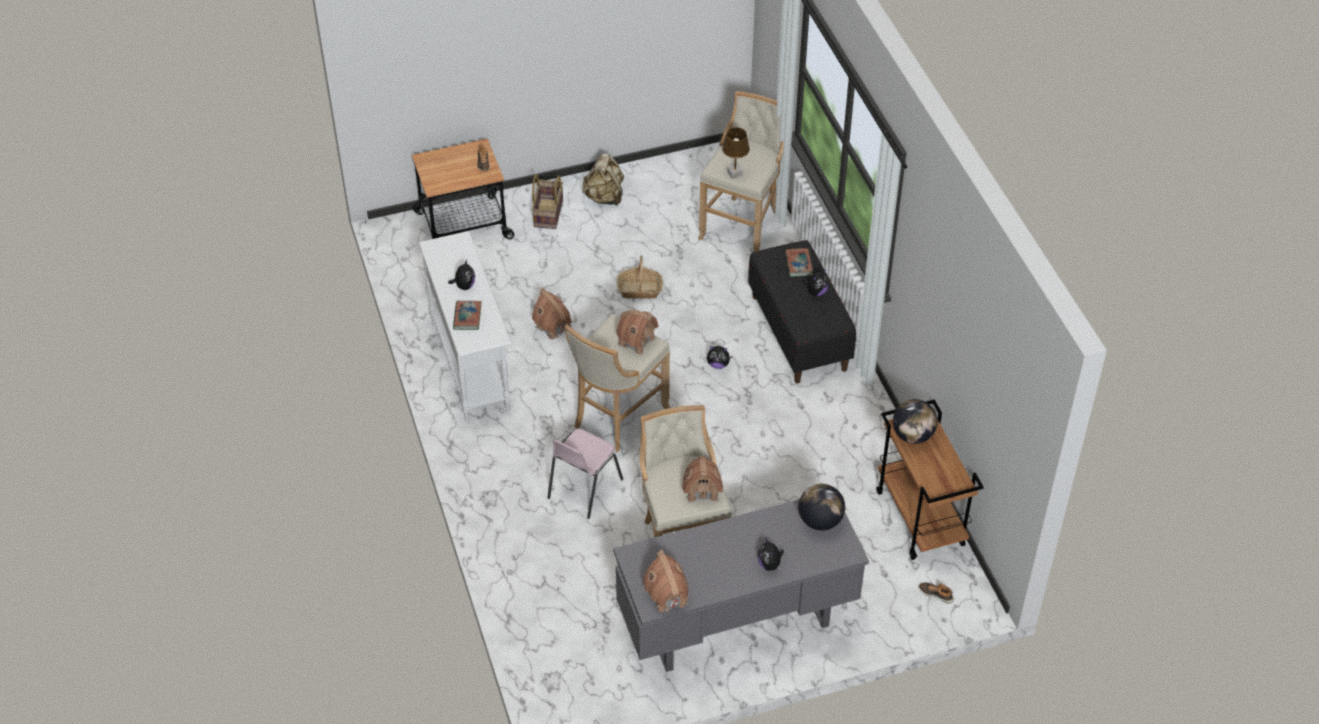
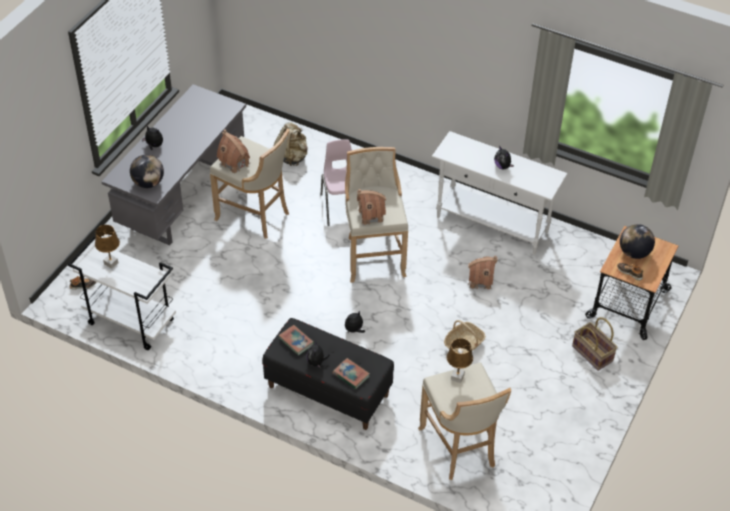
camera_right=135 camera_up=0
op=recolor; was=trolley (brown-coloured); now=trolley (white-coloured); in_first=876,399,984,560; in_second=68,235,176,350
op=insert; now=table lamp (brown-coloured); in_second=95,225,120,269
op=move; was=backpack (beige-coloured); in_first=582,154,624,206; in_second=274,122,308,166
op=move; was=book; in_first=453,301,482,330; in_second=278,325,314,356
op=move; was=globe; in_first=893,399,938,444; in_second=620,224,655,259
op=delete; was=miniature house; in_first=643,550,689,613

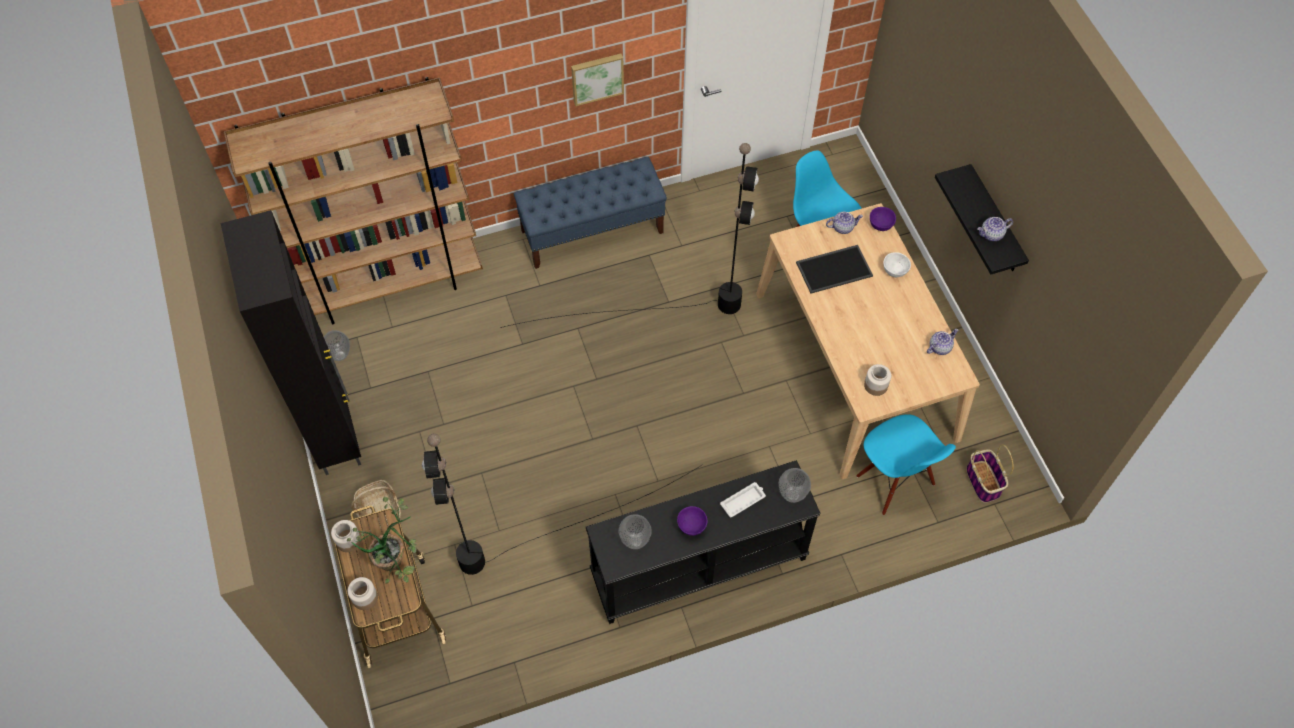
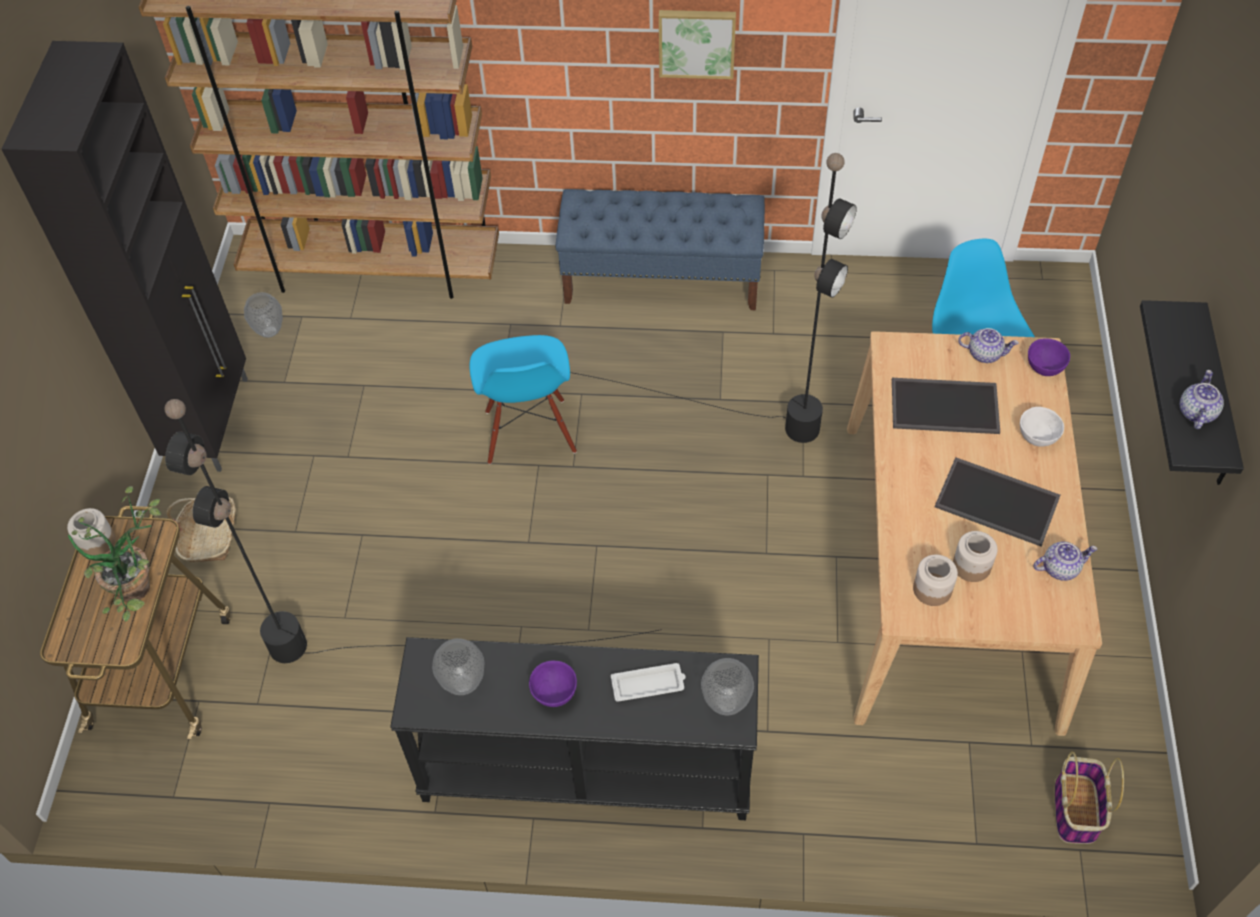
camera_right=25 camera_up=-5
op=move; was=chair (blue); in_first=856,414,956,515; in_second=469,335,577,464
op=insert; now=tray; in_second=935,457,1060,547
op=move; was=jar; in_first=348,577,378,610; in_second=953,531,998,582
op=rotate; was=teapot; in_first=977,217,1013,241; in_second=1180,370,1224,429; clockwise=105

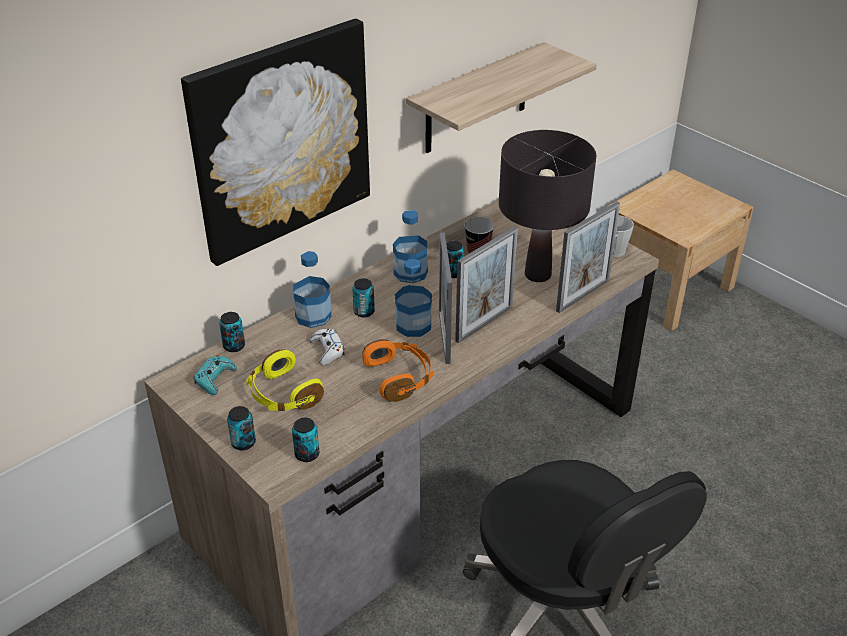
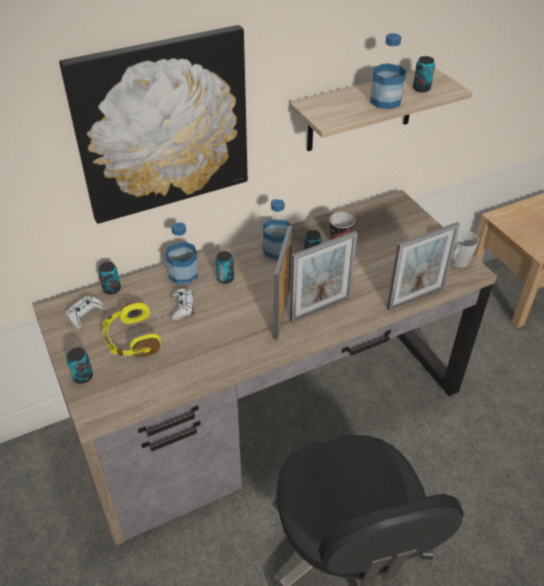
camera_right=15 camera_up=5
op=recolor; was=gamepad (turquoise); now=gamepad (white-coloured); in_first=194,355,237,395; in_second=66,296,105,329
op=move; was=bottle; in_first=395,259,432,337; in_second=370,33,406,109
op=move; was=metal can; in_first=292,418,319,462; in_second=413,56,435,92
op=delete; was=headset (orangey); in_first=362,339,433,402
op=delete; was=table lamp (blackish); in_first=499,130,596,282

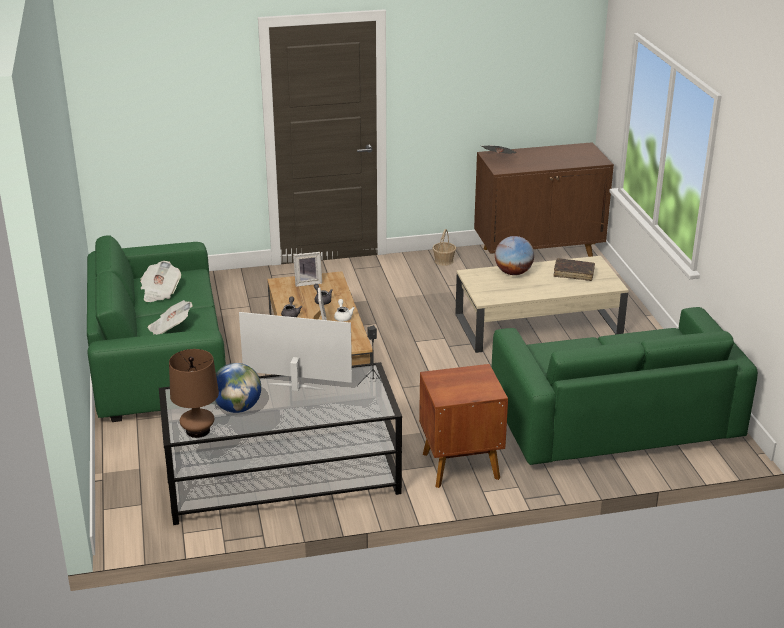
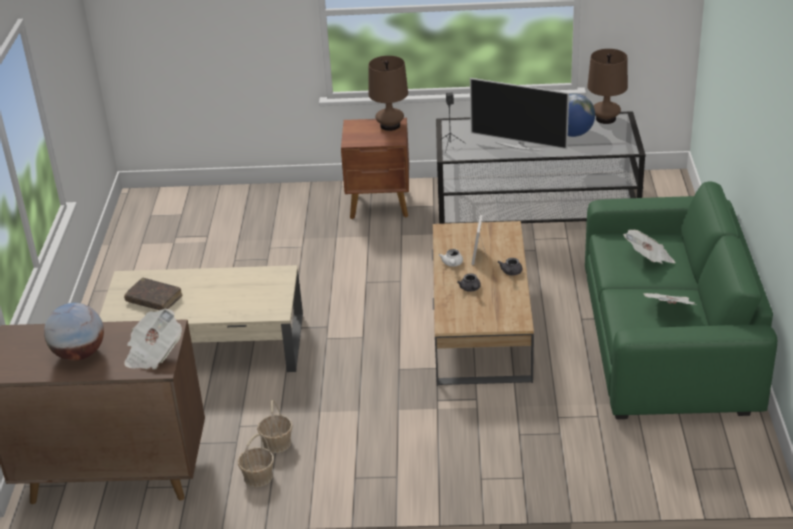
camera_right=-165 camera_up=5
op=move; was=globe; in_first=495,236,534,275; in_second=44,303,104,361
op=insert; now=storage basket; in_second=257,400,293,453
op=insert; now=table lamp (brown-coloured); in_second=369,56,408,131
op=delete; was=picture frame; in_first=293,252,322,287
op=delete; was=sofa (greenish); in_first=491,307,758,465

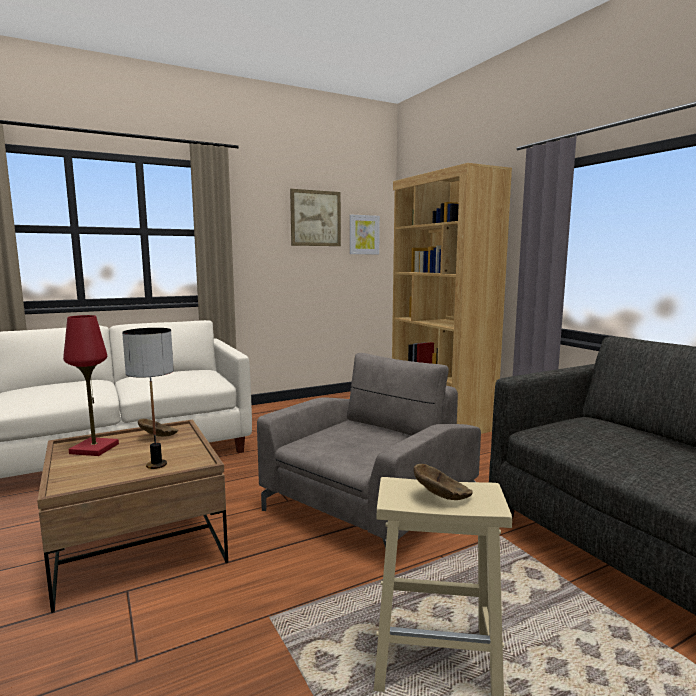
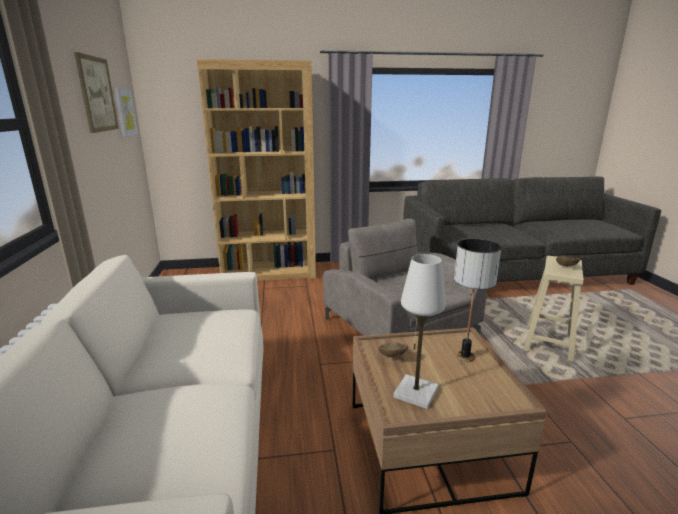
camera_right=-70 camera_up=10
op=recolor; was=table lamp (red); now=table lamp (white-coloured); in_first=63,315,119,456; in_second=394,254,446,409

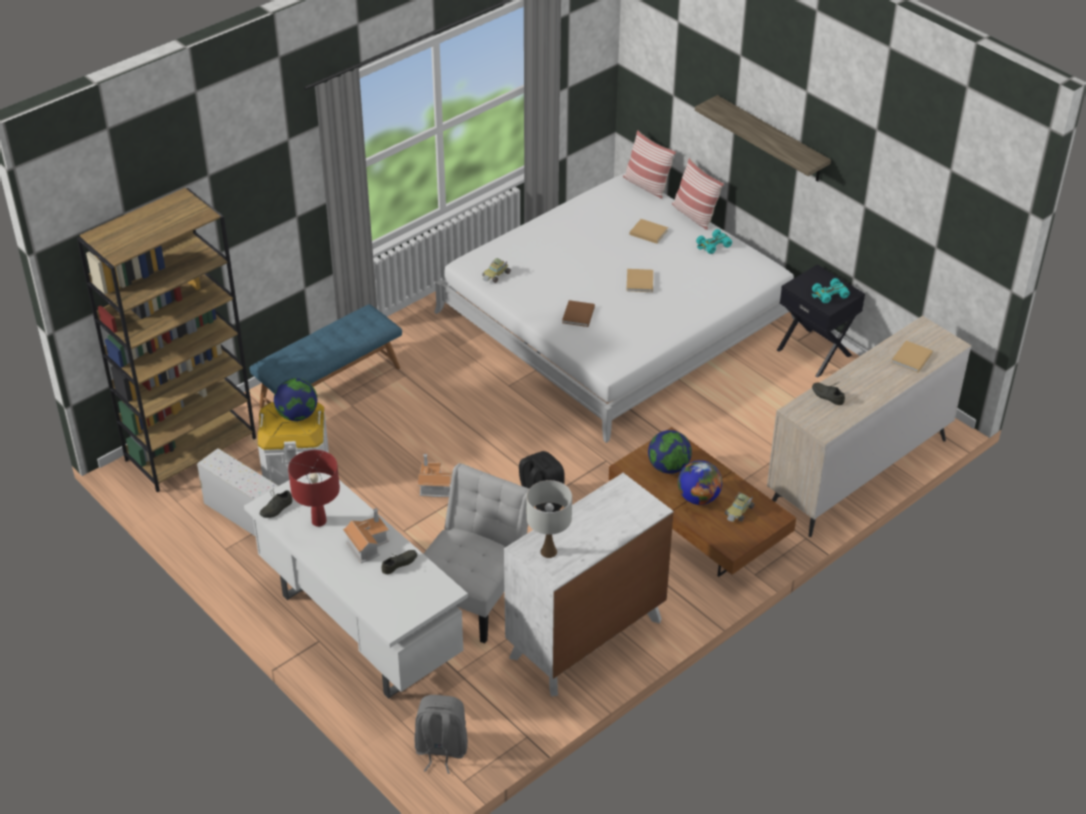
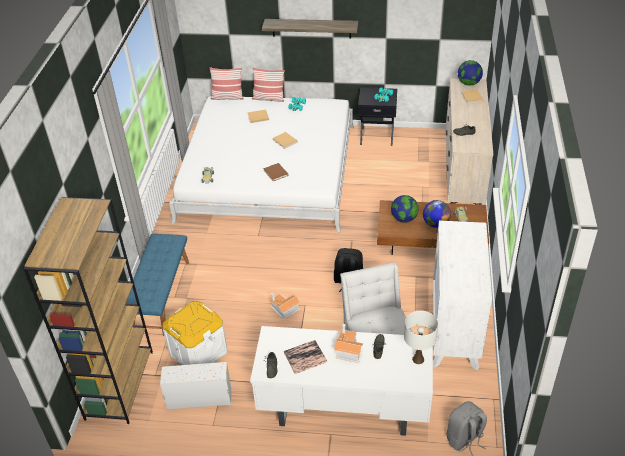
camera_right=-40 camera_up=0
op=replace; was=table lamp (red); now=book; in_first=288,450,340,527; in_second=284,340,327,374
op=move; was=table lamp (white-coloured); in_first=527,480,572,558; in_second=404,310,438,364
op=move; was=globe; in_first=274,378,317,421; in_second=458,60,483,86

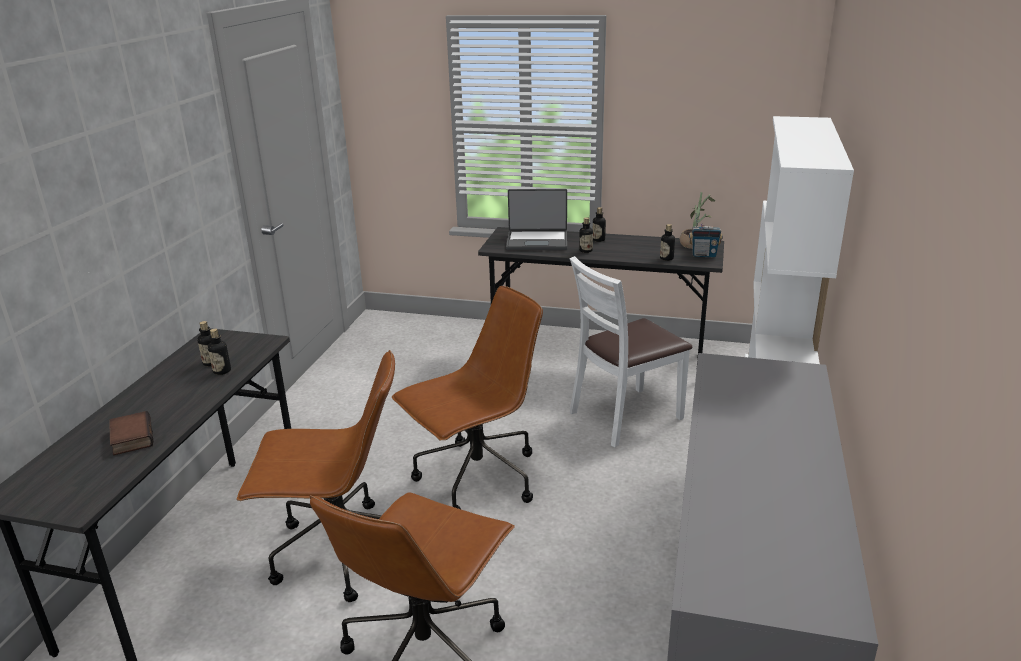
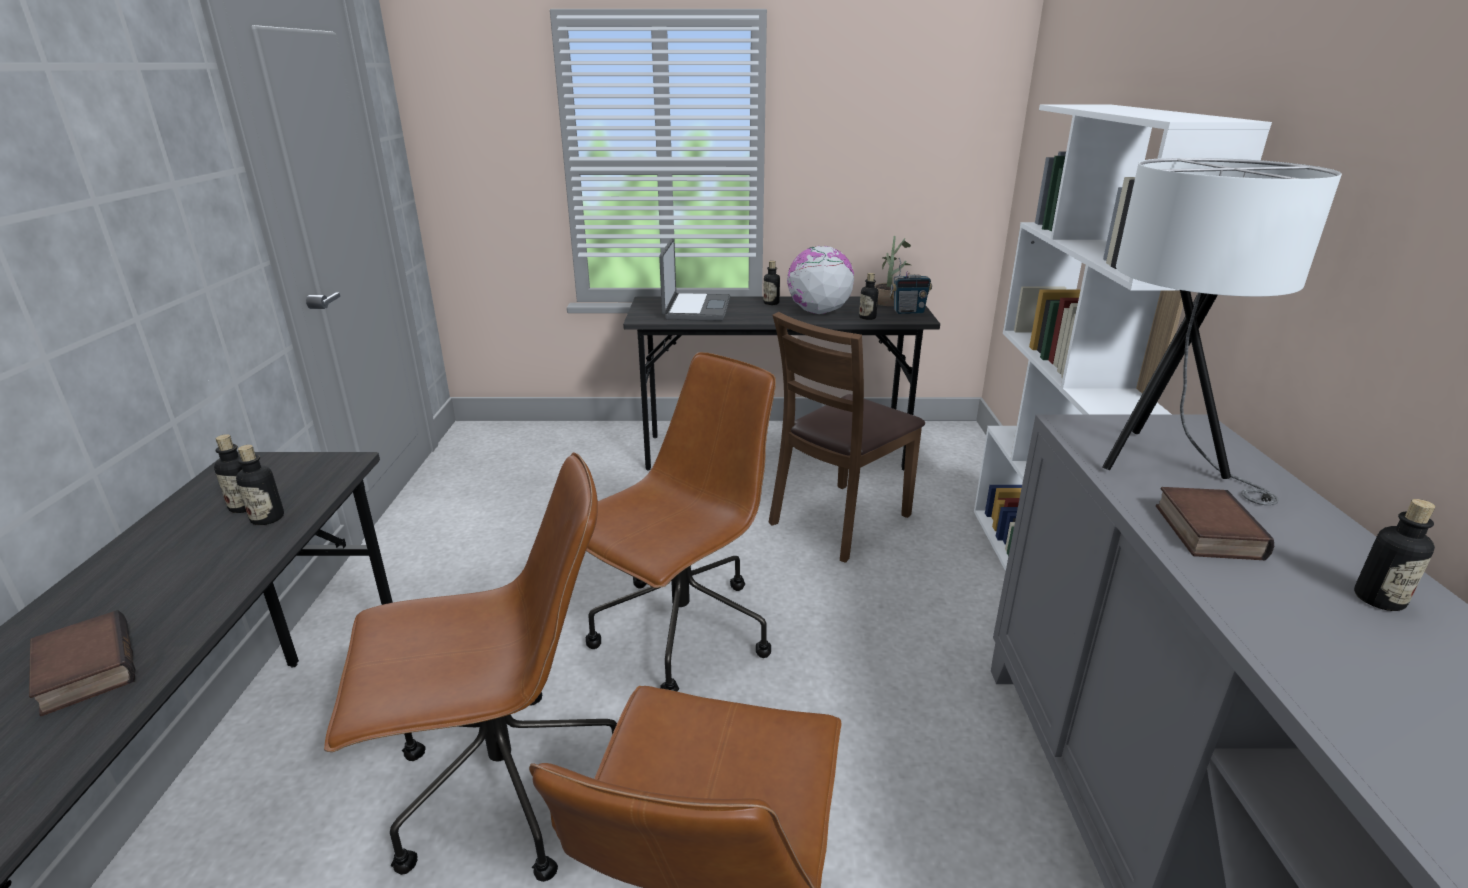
camera_right=-15 camera_up=0
op=rotate; was=laptop; in_first=506,189,567,250; in_second=659,238,730,321; clockwise=-75
op=recolor; was=chair (white-coloured); now=chair (brown-coloured); in_first=570,256,692,447; in_second=769,312,925,563
op=insert; now=globe; in_second=787,246,854,314
op=insert; now=table lamp (white-coloured); in_second=1102,158,1342,505
op=insert; now=book; in_second=1156,487,1274,560
op=move; was=bottle; in_first=579,217,593,253; in_second=1354,499,1435,611

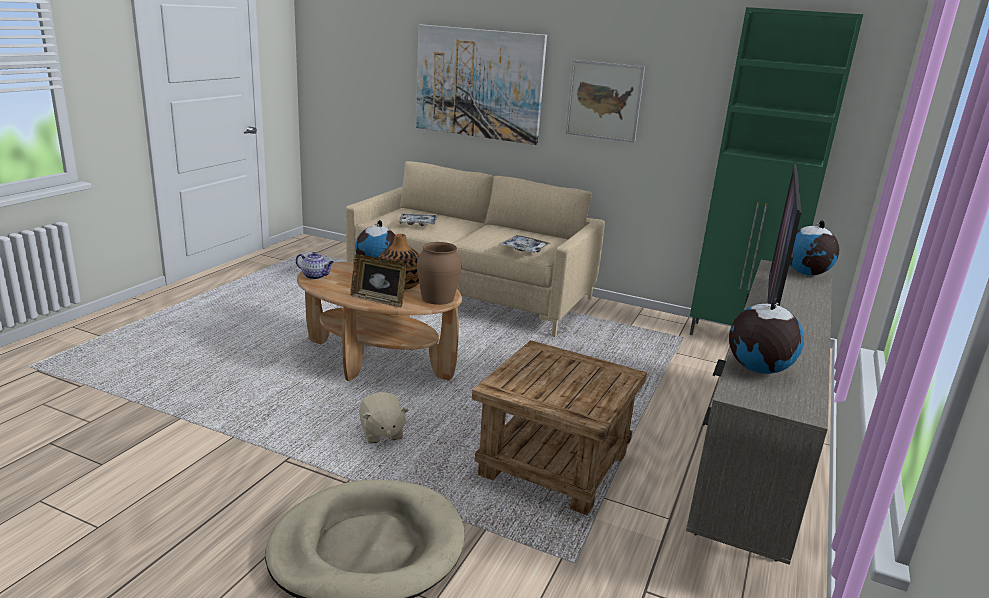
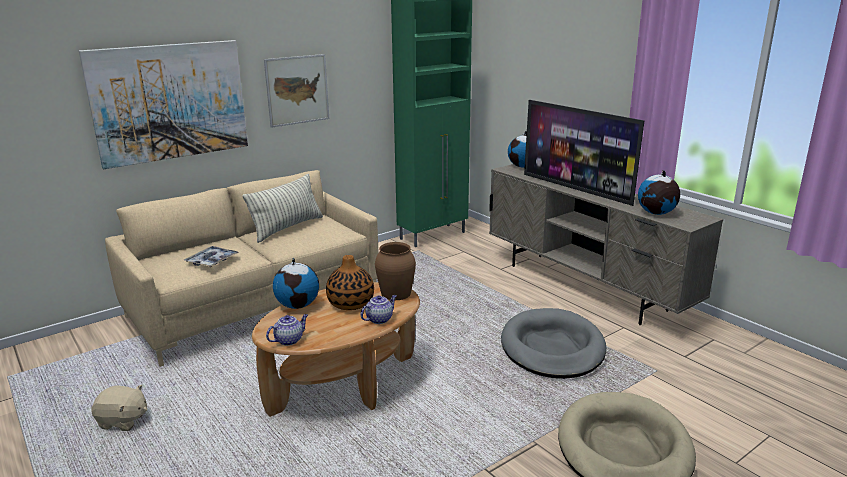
camera_right=-60 camera_up=0
op=move; was=cuddly toy (beige-coloured); in_first=359,392,409,443; in_second=91,385,147,431
op=insert; now=throw pillow; in_second=243,174,323,243
op=replace; was=picture frame; now=teapot; in_first=350,254,406,308; in_second=360,295,397,324
op=replace; was=side table (brown-coloured); now=pet bed (greyish); in_first=472,340,647,515; in_second=501,308,606,379
op=delete; was=tray; in_first=500,235,551,253

